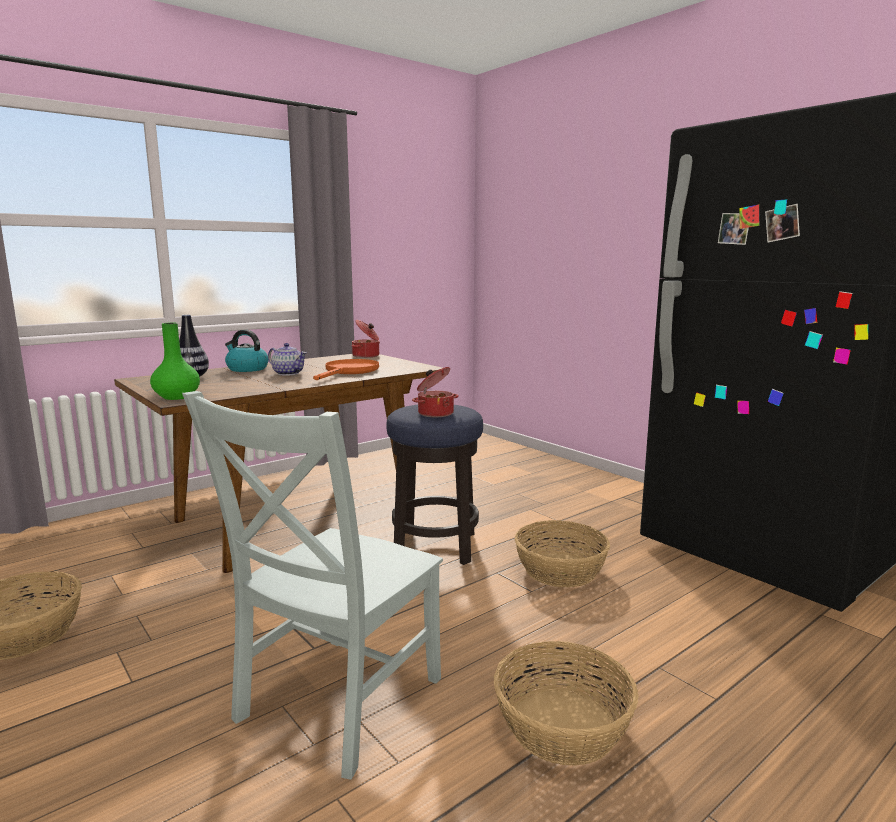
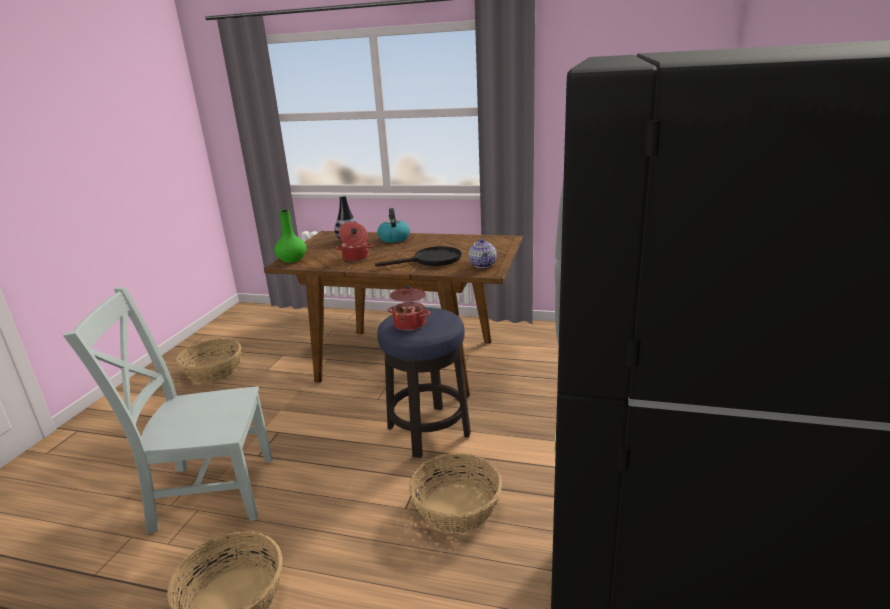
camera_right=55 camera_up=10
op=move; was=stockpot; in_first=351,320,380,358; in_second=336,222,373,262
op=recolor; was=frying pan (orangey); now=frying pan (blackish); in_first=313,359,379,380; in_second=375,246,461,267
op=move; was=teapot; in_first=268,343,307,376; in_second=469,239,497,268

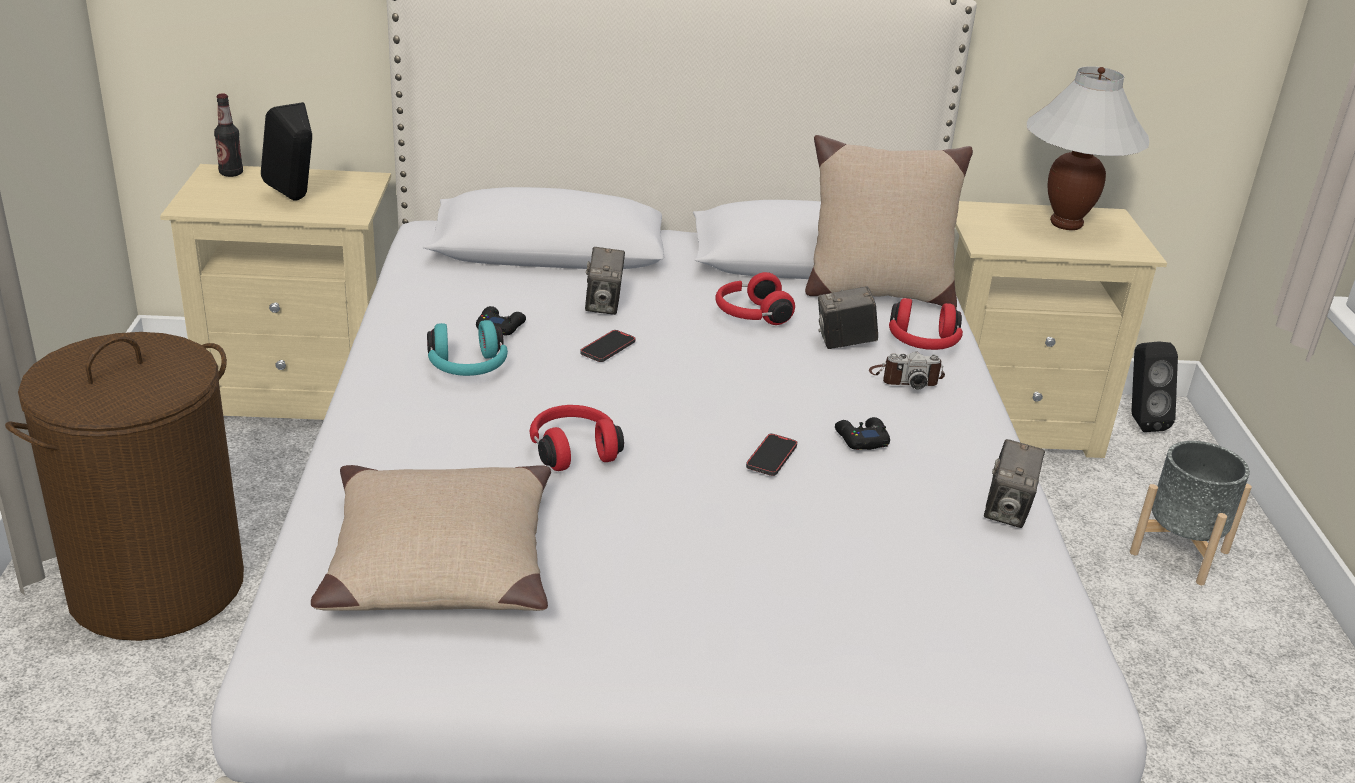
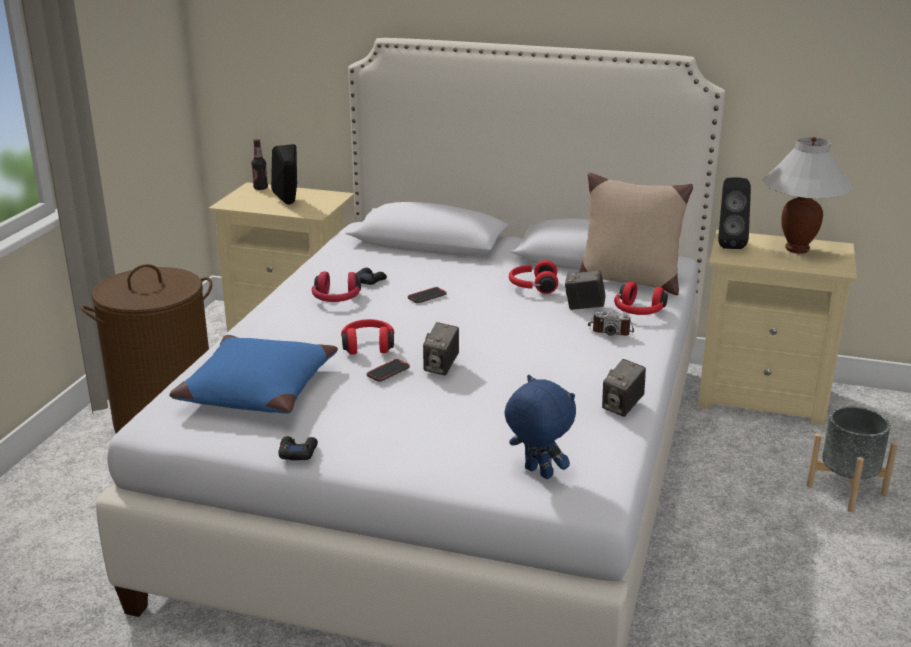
camera_right=20 camera_up=-5
op=recolor; was=throw pillow (beige-coloured); now=throw pillow (blue); in_first=311,465,551,611; in_second=170,335,338,414
op=move; was=gamepad (blackish); in_first=835,417,890,450; in_second=279,436,318,461
op=recolor; was=headset (turquoise); now=headset (red); in_first=427,320,508,376; in_second=312,272,361,302
op=move; was=telephone; in_first=746,433,797,476; in_second=367,359,410,382
op=move; was=photo camera; in_first=585,247,625,315; in_second=423,322,459,376
op=insert; now=cuddly toy (blue); in_second=505,375,576,479
op=move; was=loudspeaker (blackish); in_first=1131,342,1178,432; in_second=718,177,751,249

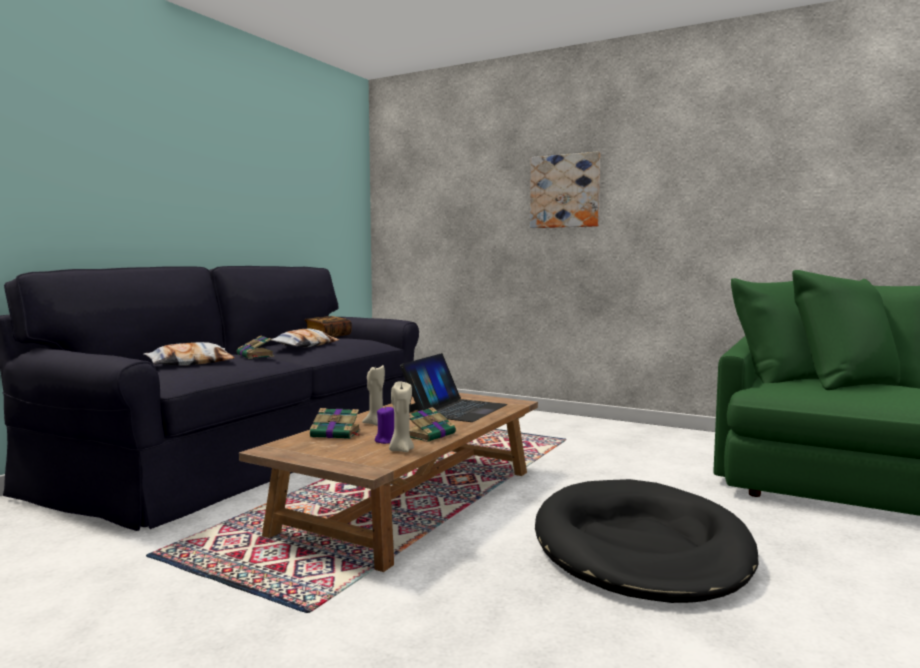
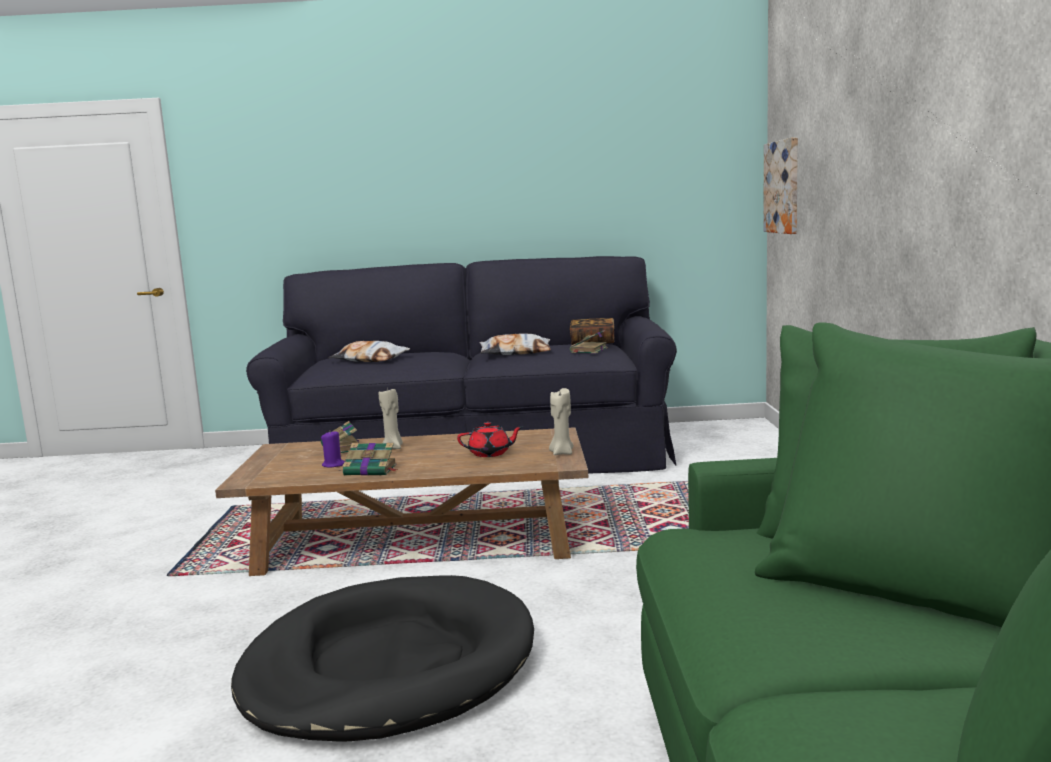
camera_right=60 camera_up=5
op=replace; was=laptop; now=teapot (red); in_first=400,353,507,422; in_second=457,422,522,457
op=move; was=candle (beige-coloured); in_first=389,381,414,452; in_second=549,388,574,455
op=move; was=book; in_first=237,335,275,359; in_second=570,330,608,354
op=move; was=wall art; in_first=530,151,600,228; in_second=763,137,798,234

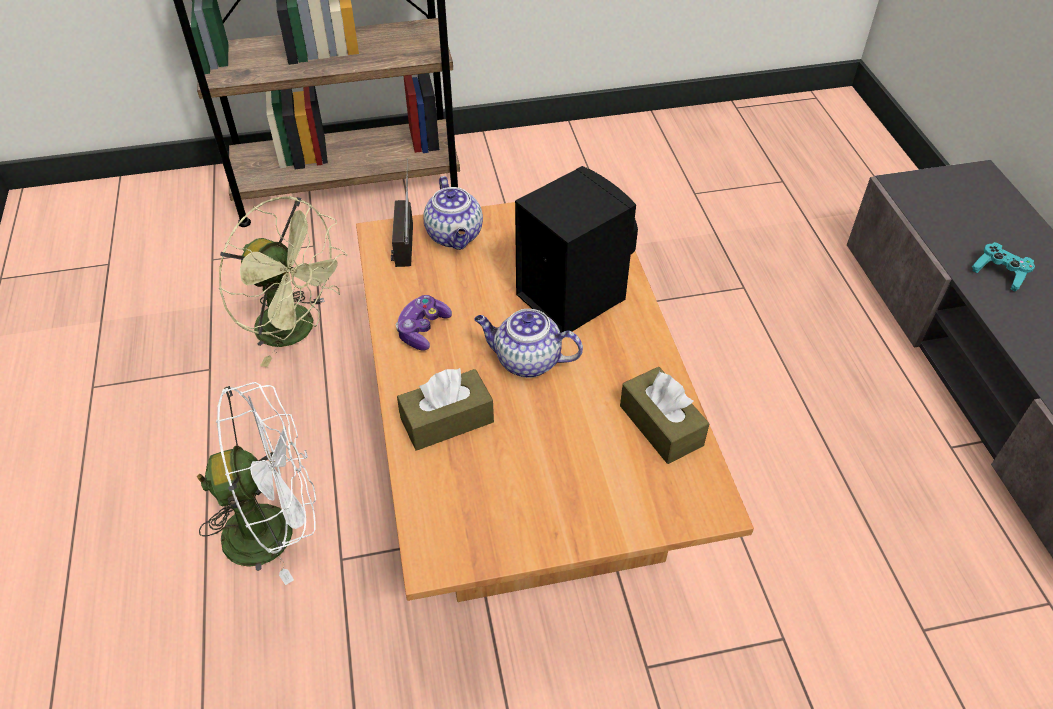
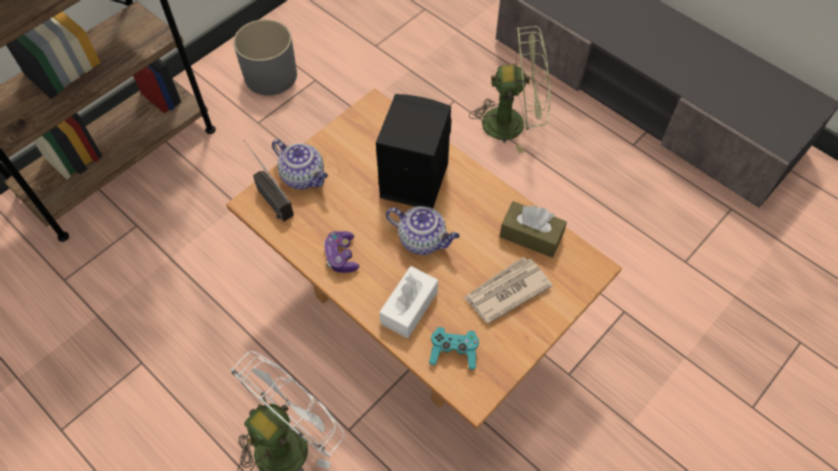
camera_right=-35 camera_up=10
op=insert; now=planter (greyish); in_second=233,19,297,95
op=recolor; was=tissue box (brown-coloured); now=tissue box (white-coloured); in_first=397,368,494,451; in_second=379,266,438,338
op=rotate; was=teapot; in_first=474,309,583,378; in_second=386,206,460,255; clockwise=-135
op=move; was=gamepad (turquoise); in_first=972,242,1035,292; in_second=429,327,479,370
op=insert; now=daily paper; in_second=464,257,553,324
op=move; was=electric fan (greenish); in_first=219,196,348,367; in_second=469,26,550,154

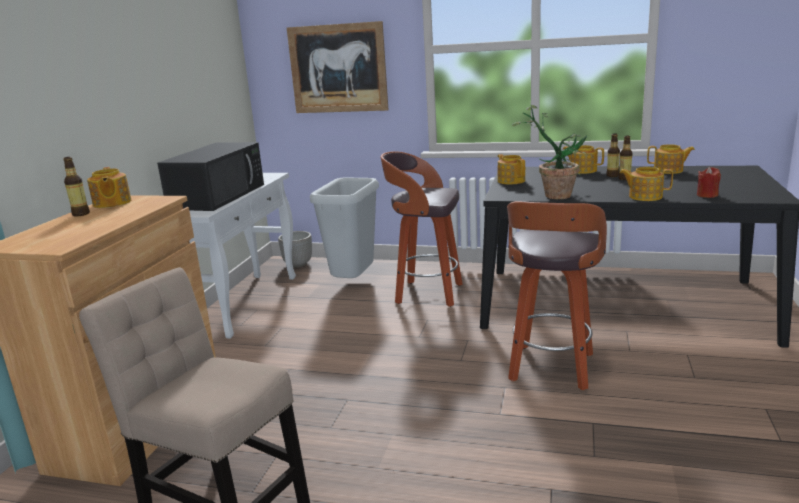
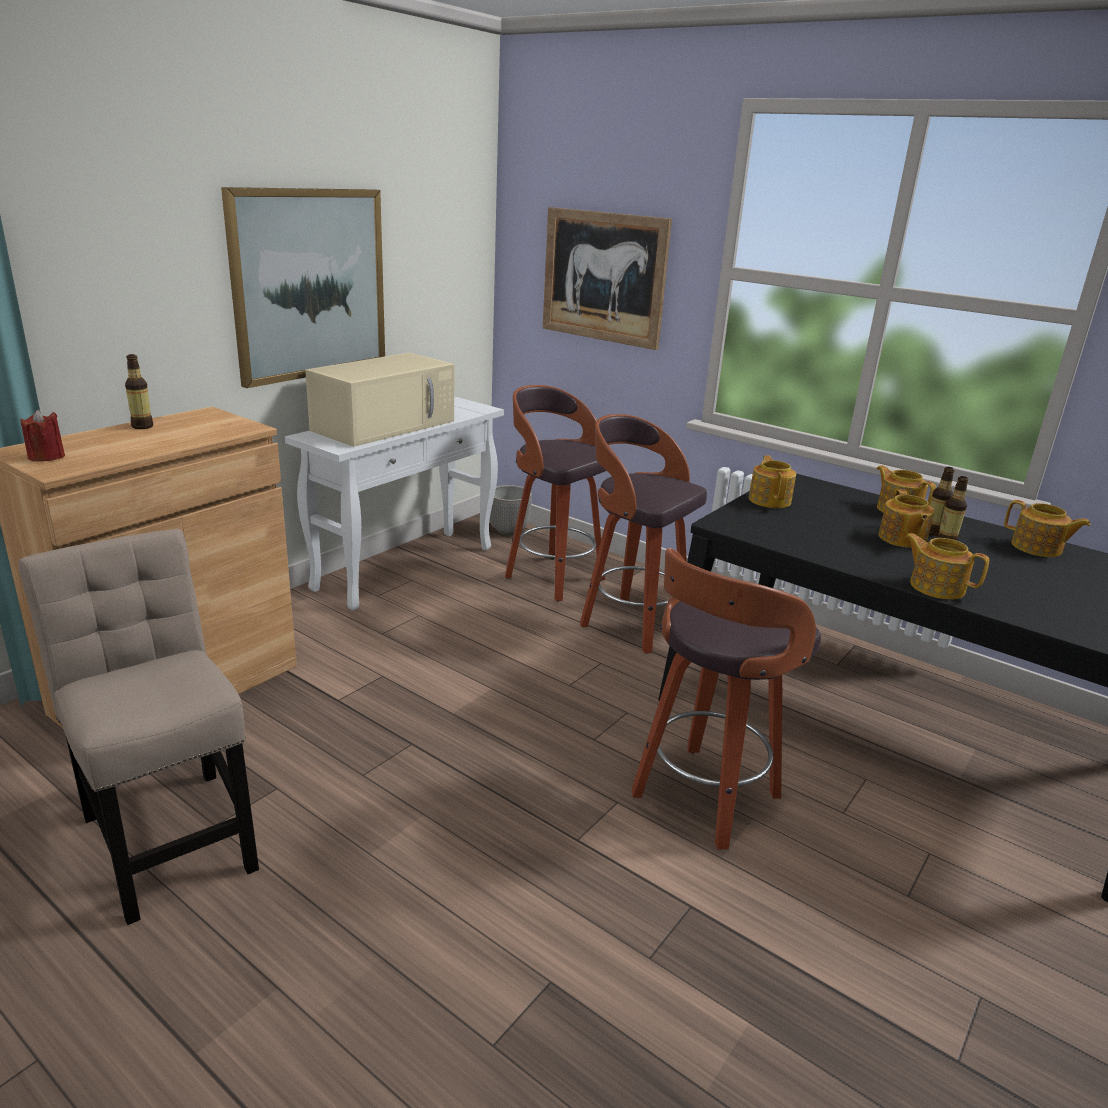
camera_right=20 camera_up=5
op=move; was=candle (red); in_first=697,167,721,198; in_second=20,410,65,462
op=insert; now=wall art; in_second=221,187,385,388
op=recolor; was=kitchen microwave (blackish); now=kitchen microwave (beige-coloured); in_first=157,142,264,211; in_second=305,352,454,447
op=replace; was=waste bin (greyish); now=stool seat; in_first=310,178,379,278; in_second=505,385,606,602
op=move; was=teapot; in_first=87,167,131,208; in_second=878,489,934,548
op=delete; was=potted plant; in_first=512,105,587,199

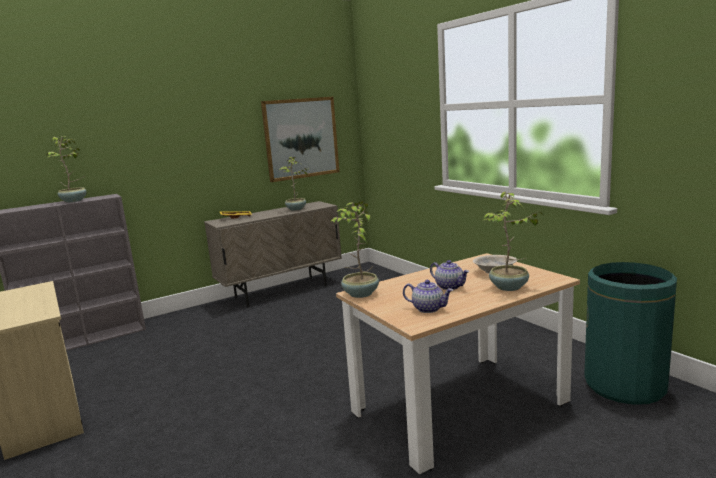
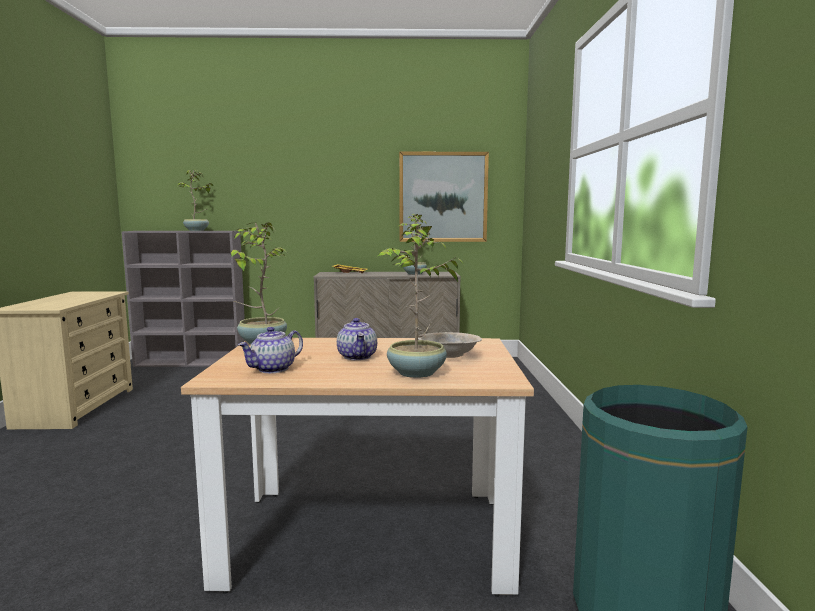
camera_right=30 camera_up=-5
op=rotate; was=teapot; in_first=403,280,453,313; in_second=238,327,303,373; clockwise=75

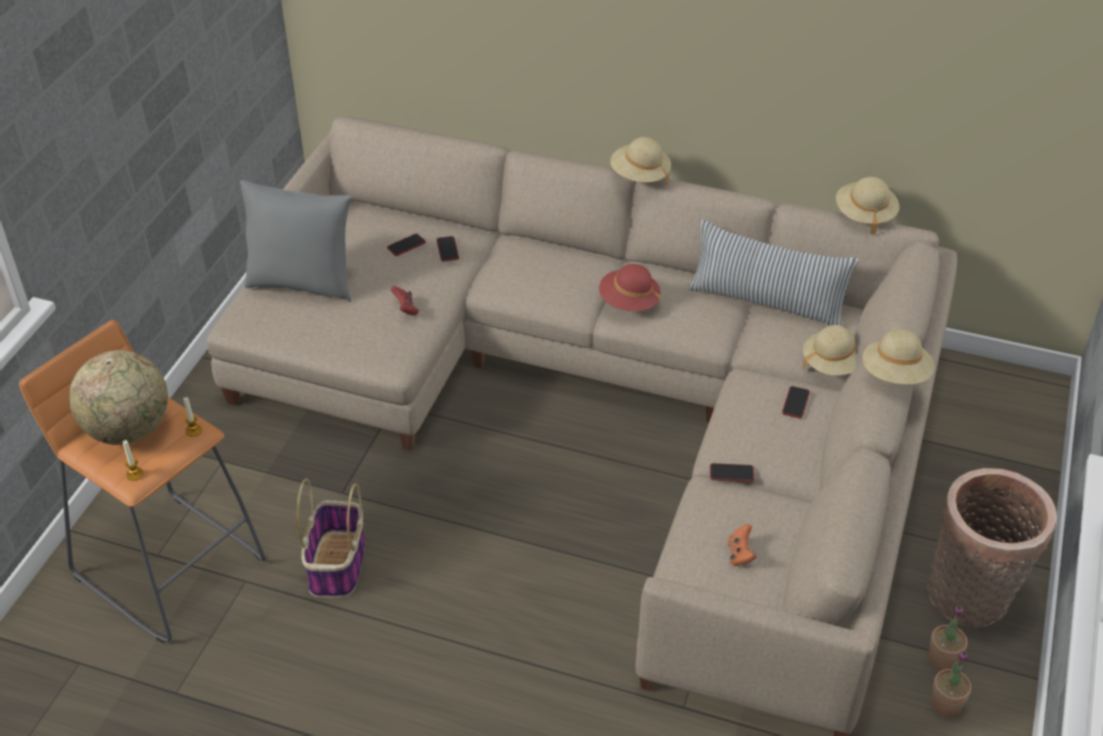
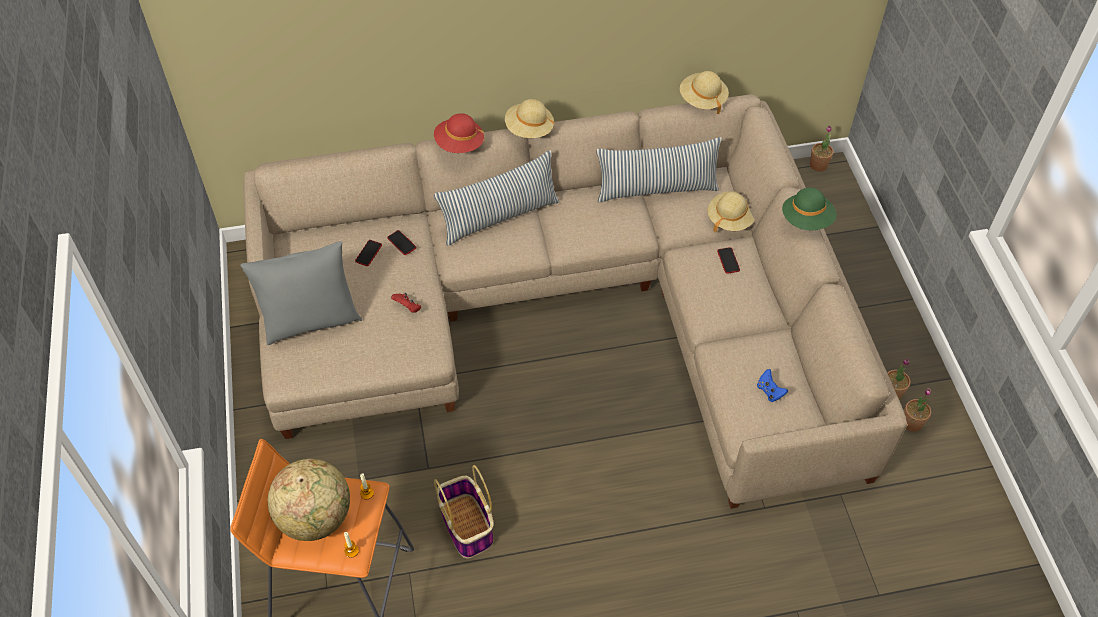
camera_right=-30 camera_up=10
op=move; was=hat (red); in_first=599,264,661,311; in_second=434,113,484,153
op=insert; now=throw pillow; in_second=434,151,559,246
op=recolor; was=gamepad (orangey); now=gamepad (blue); in_first=728,524,756,566; in_second=757,369,788,402
op=recolor; was=hat (beige-coloured); now=hat (greenish); in_first=862,329,935,385; in_second=782,188,837,230
op=insert; now=potted plant; in_second=810,126,833,172
op=delete; was=telephone; in_first=710,463,754,482
op=delete; was=storage basket; in_first=927,468,1057,627

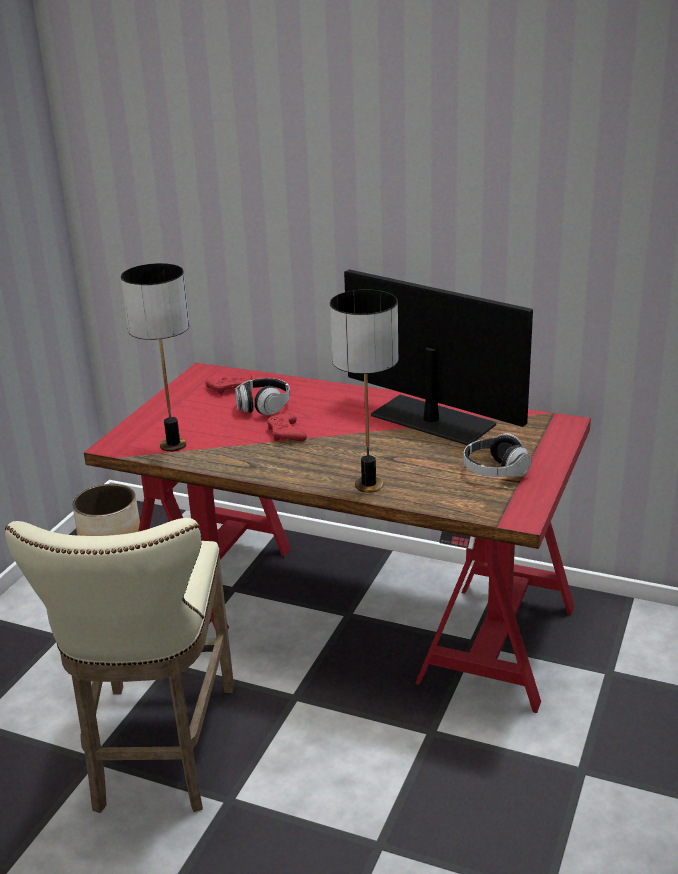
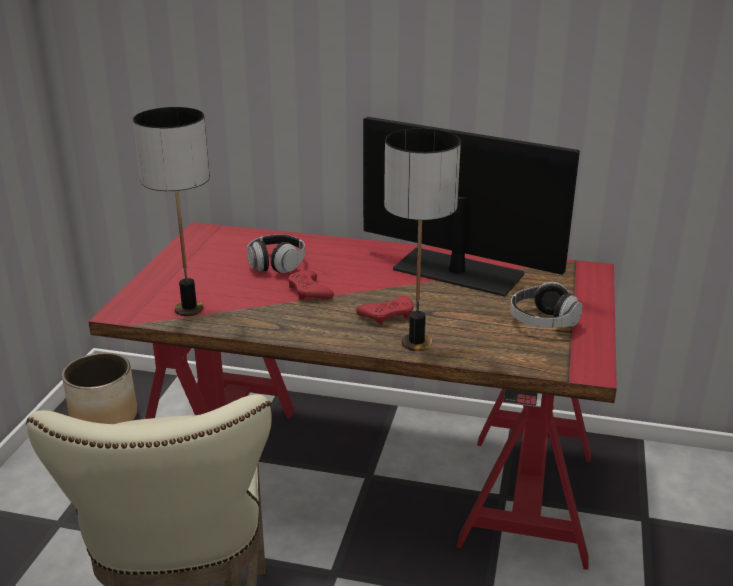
camera_right=-10 camera_up=0
op=move; was=gamepad (red); in_first=206,374,252,395; in_second=356,296,413,325

